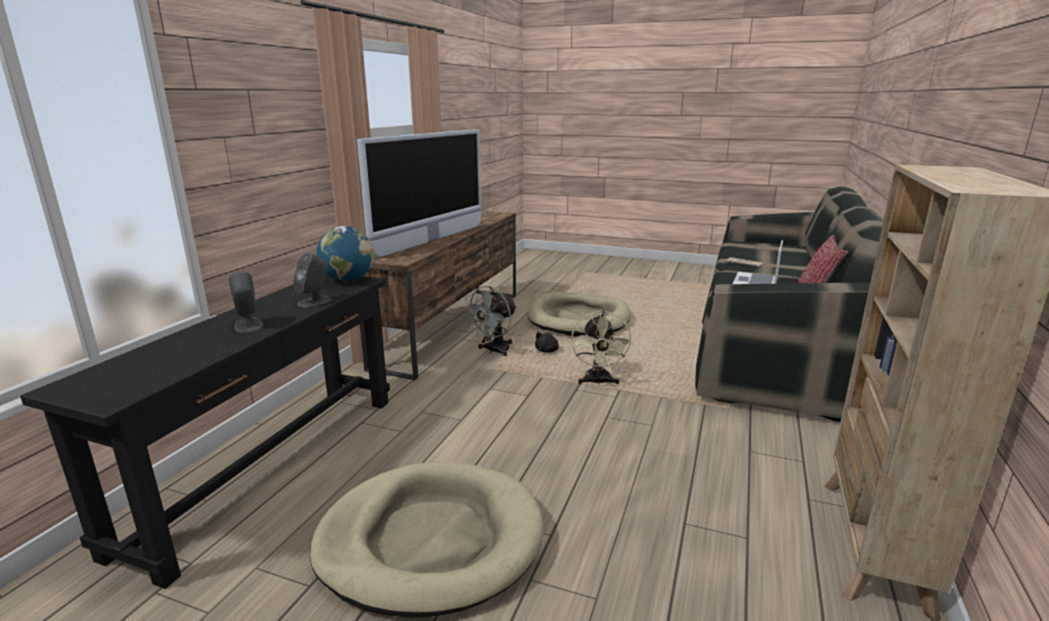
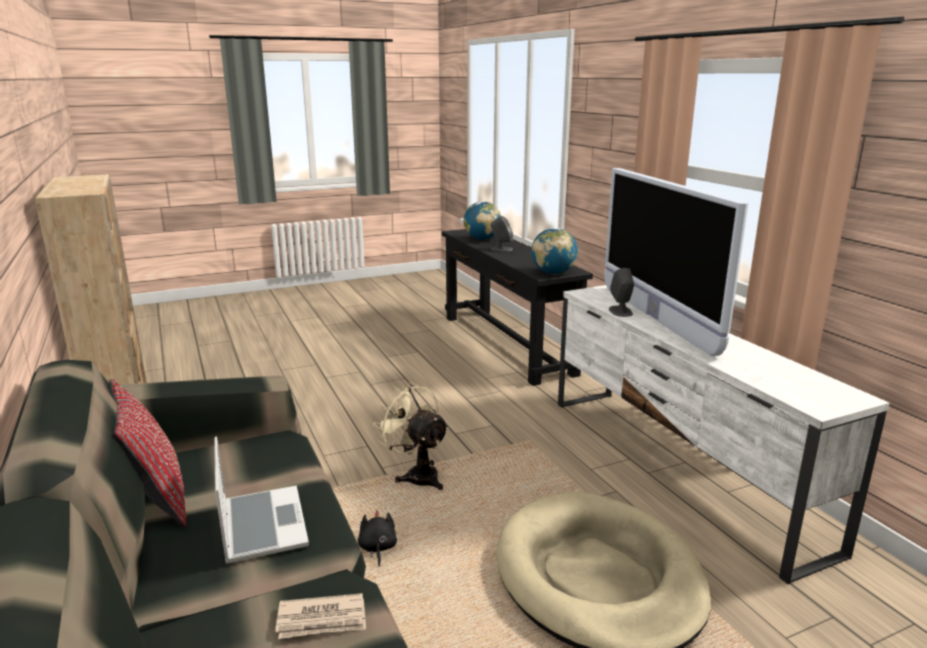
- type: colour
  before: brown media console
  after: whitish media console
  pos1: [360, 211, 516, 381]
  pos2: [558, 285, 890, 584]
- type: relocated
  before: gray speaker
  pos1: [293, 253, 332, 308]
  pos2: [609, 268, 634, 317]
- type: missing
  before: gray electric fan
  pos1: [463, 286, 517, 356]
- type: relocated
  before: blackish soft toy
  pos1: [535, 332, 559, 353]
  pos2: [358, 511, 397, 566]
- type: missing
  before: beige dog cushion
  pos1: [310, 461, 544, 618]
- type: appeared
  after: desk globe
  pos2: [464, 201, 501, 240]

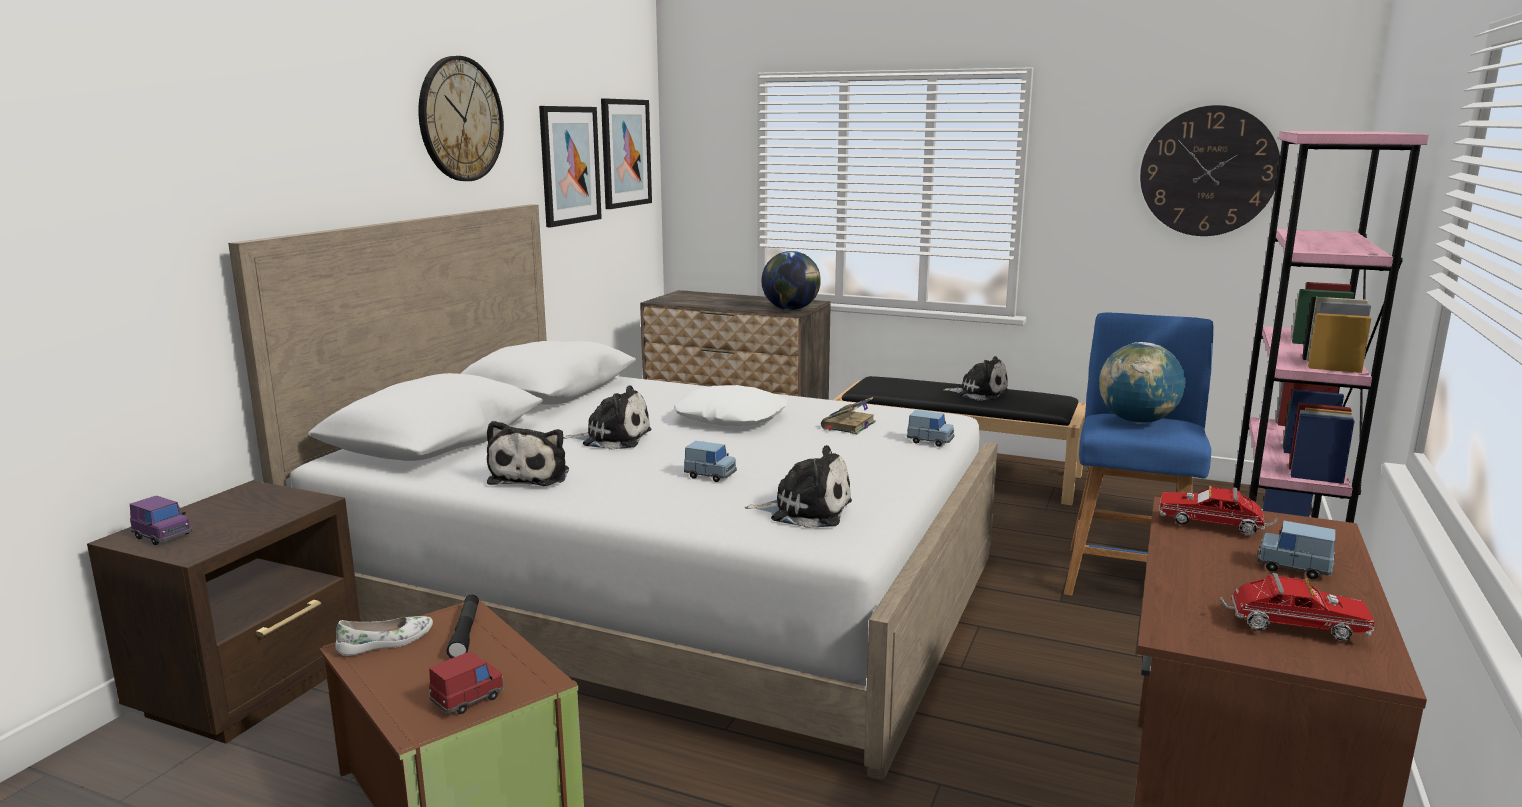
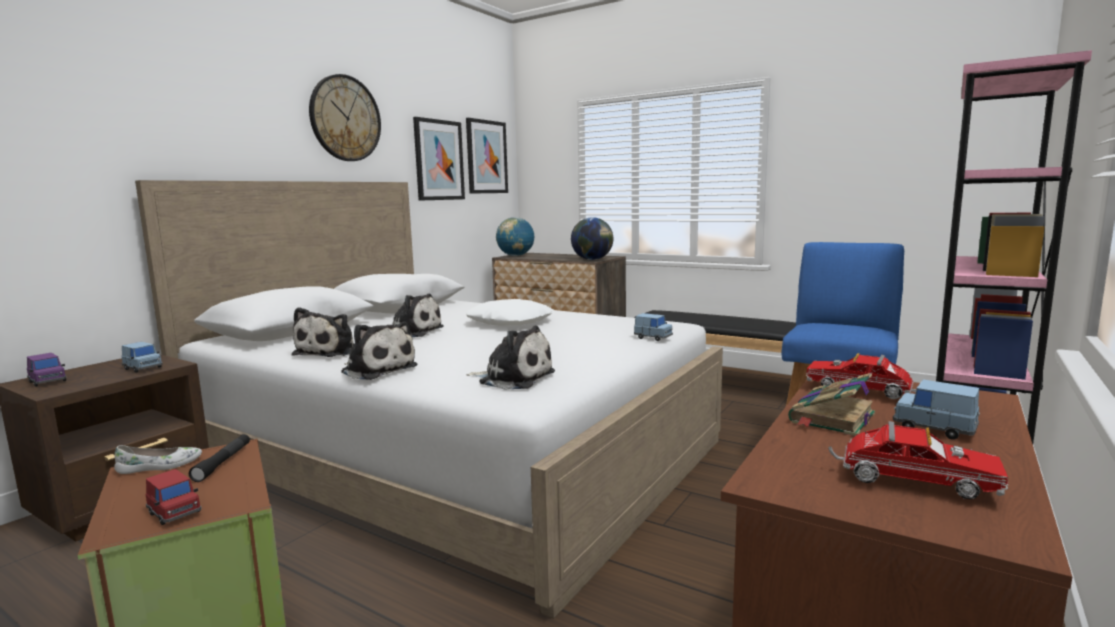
- type: missing
  before: clock on the wall
  pos1: [1140, 105, 1280, 236]
- type: relocated
  before: desk globe
  pos1: [1099, 342, 1185, 424]
  pos2: [496, 217, 534, 256]
- type: relocated
  before: soft toy
  pos1: [943, 356, 1009, 400]
  pos2: [341, 321, 417, 380]
- type: relocated
  before: book
  pos1: [821, 397, 876, 434]
  pos2: [788, 373, 875, 436]
- type: relocated
  before: bluish miniature car
  pos1: [684, 441, 737, 482]
  pos2: [122, 342, 163, 373]
- type: spun
  before: red miniature car
  pos1: [429, 651, 504, 714]
  pos2: [146, 469, 202, 525]
  turn: 75

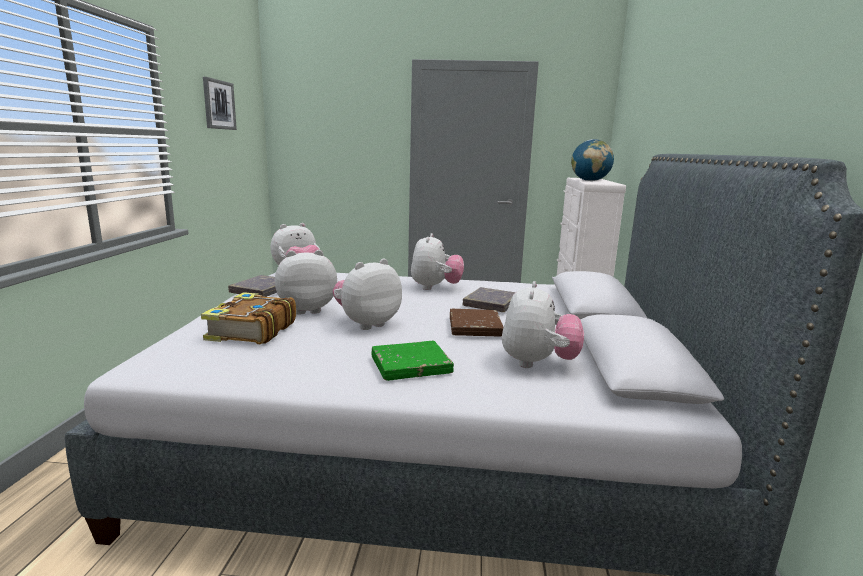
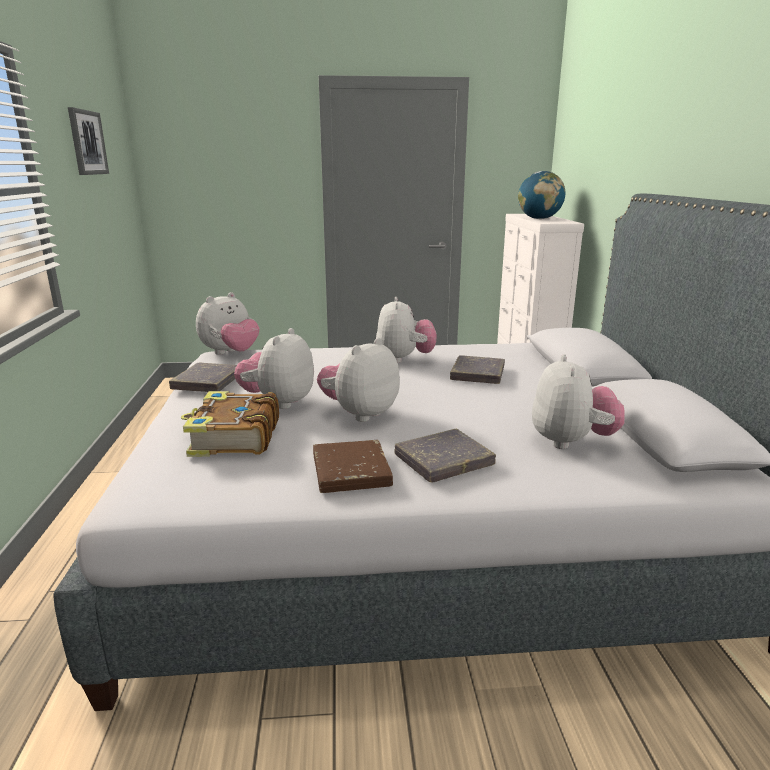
- type: spun
  before: soft toy
  pos1: [275, 250, 337, 315]
  pos2: [234, 328, 314, 409]
  turn: -45
- type: relocated
  before: brown book
  pos1: [450, 309, 503, 337]
  pos2: [313, 440, 393, 493]
- type: colour
  before: greenish book
  after: gray book
  pos1: [371, 341, 454, 381]
  pos2: [395, 429, 496, 482]

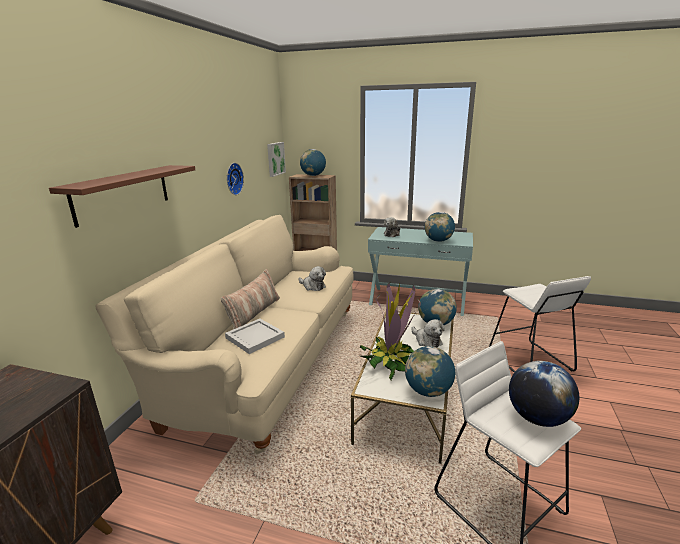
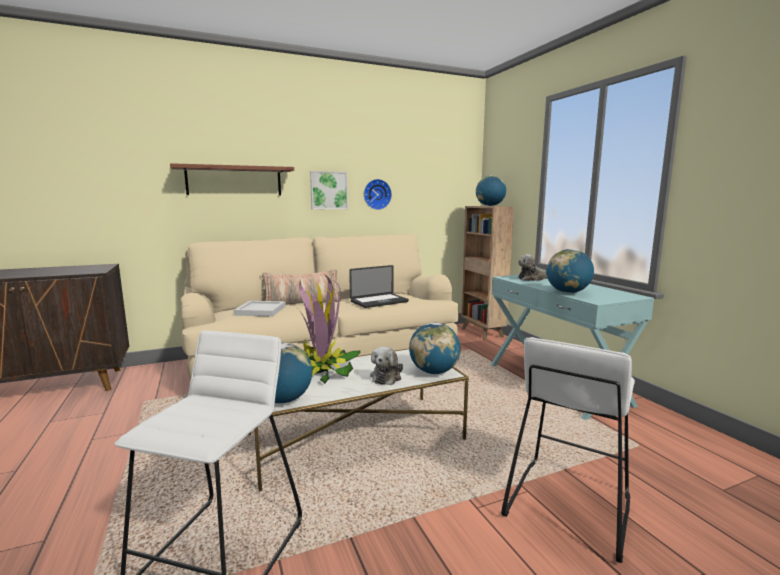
- type: relocated
  before: wall picture
  pos1: [267, 142, 286, 177]
  pos2: [310, 171, 348, 209]
- type: exchanged
  before: soft toy
  after: notebook computer
  pos1: [298, 266, 326, 291]
  pos2: [349, 265, 409, 308]
- type: missing
  before: desk globe
  pos1: [509, 361, 579, 427]

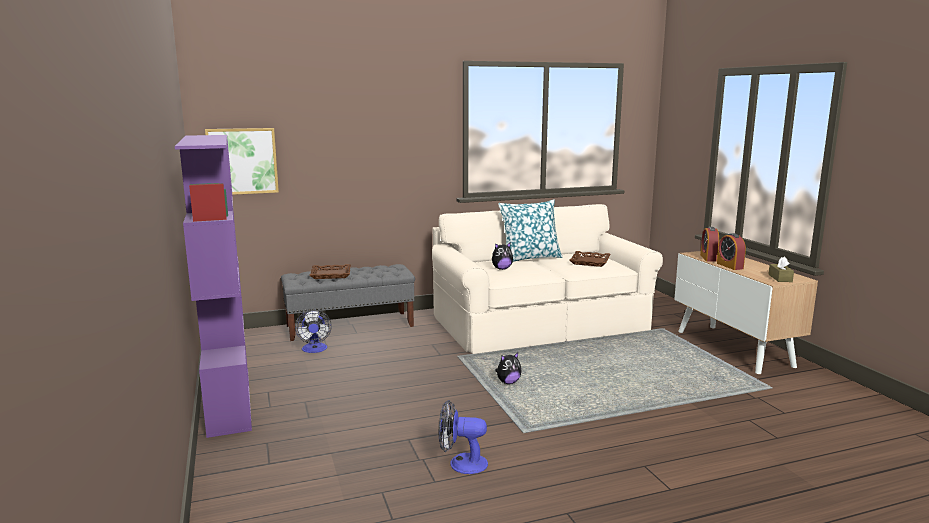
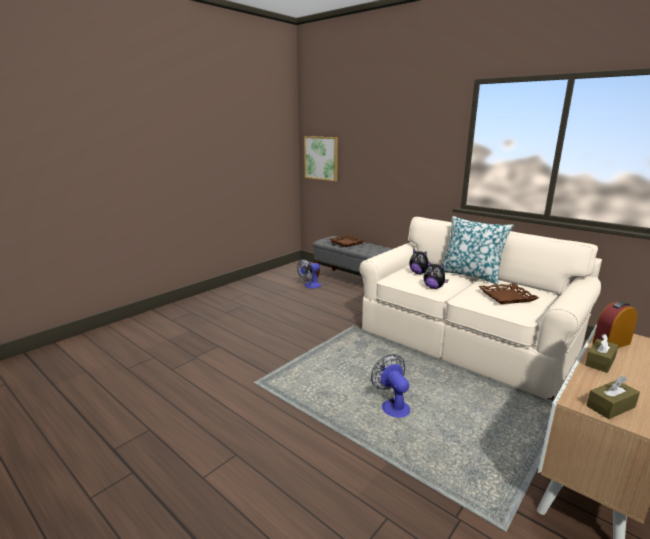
- type: missing
  before: purple-coloured shelving unit
  pos1: [175, 135, 252, 438]
- type: exchanged
  before: bedside clock
  after: brown tissue holder
  pos1: [717, 233, 746, 270]
  pos2: [585, 334, 619, 373]
- type: relocated
  before: soft toy
  pos1: [495, 353, 522, 384]
  pos2: [423, 262, 448, 289]
- type: relocated
  before: electric fan
  pos1: [439, 400, 488, 474]
  pos2: [371, 354, 410, 418]

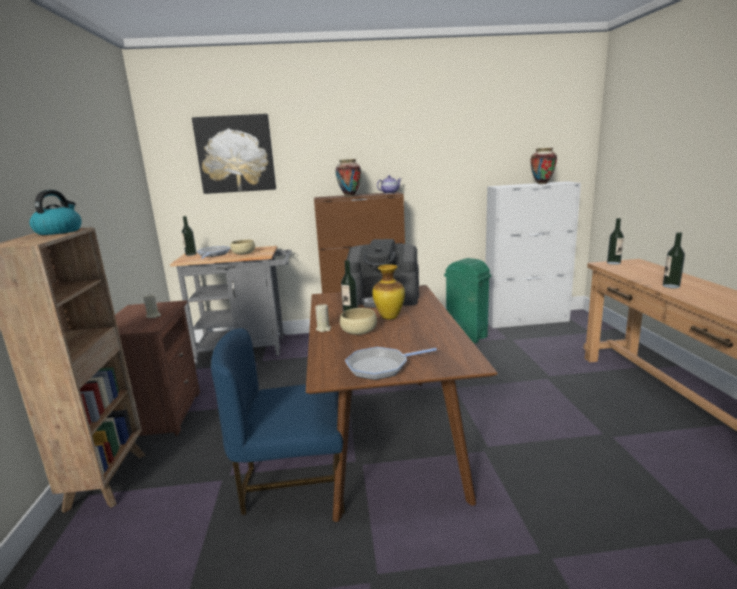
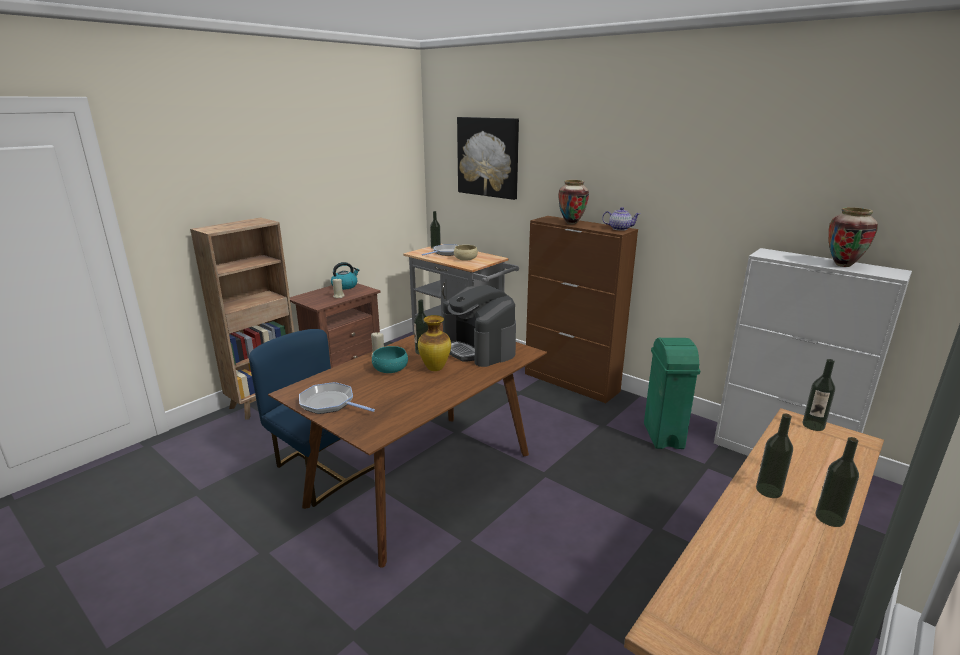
- type: relocated
  before: kettle
  pos1: [29, 190, 82, 235]
  pos2: [331, 262, 359, 290]
- type: colour
  before: beige deep dish
  after: blue-green deep dish
  pos1: [340, 308, 377, 335]
  pos2: [372, 346, 408, 373]
- type: appeared
  after: bottle
  pos2: [816, 437, 859, 527]

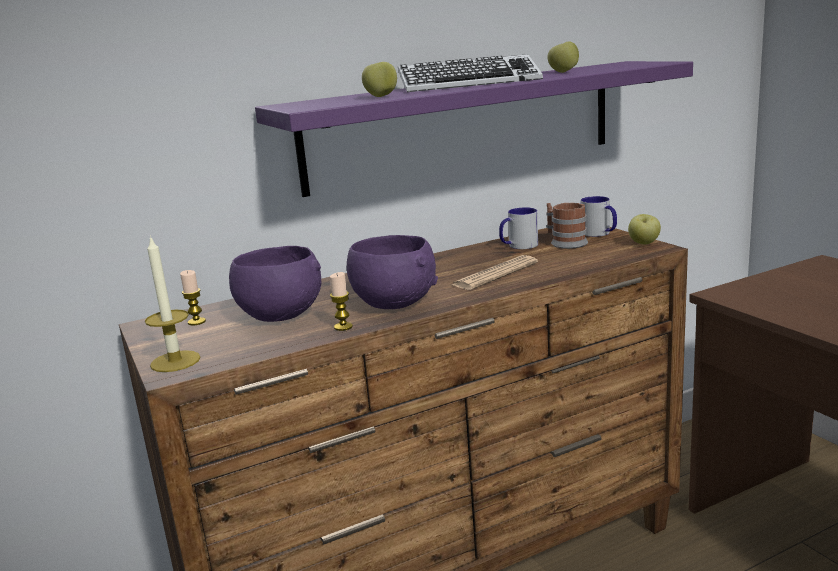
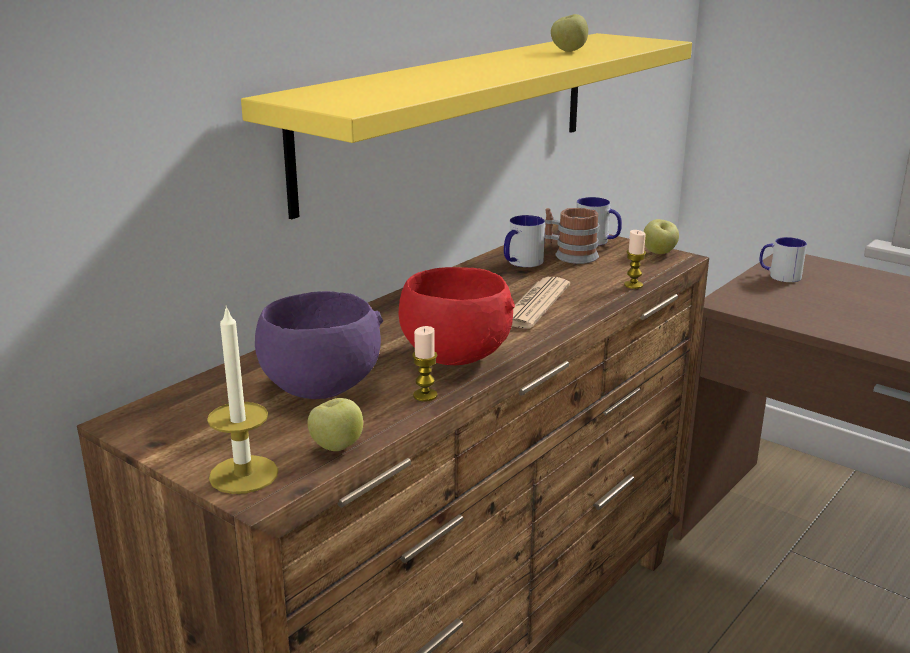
- type: missing
  before: keyboard
  pos1: [398, 54, 543, 92]
- type: colour
  before: purple-coloured shelf
  after: yellow-coloured shelf
  pos1: [255, 61, 693, 197]
  pos2: [241, 33, 692, 219]
- type: relocated
  before: apple
  pos1: [362, 62, 397, 97]
  pos2: [308, 398, 363, 451]
- type: colour
  before: purple-coloured deep dish
  after: red deep dish
  pos1: [347, 235, 438, 309]
  pos2: [399, 267, 515, 365]
- type: relocated
  before: wax candle
  pos1: [180, 270, 206, 325]
  pos2: [624, 230, 646, 289]
- type: appeared
  after: mug
  pos2: [759, 237, 807, 282]

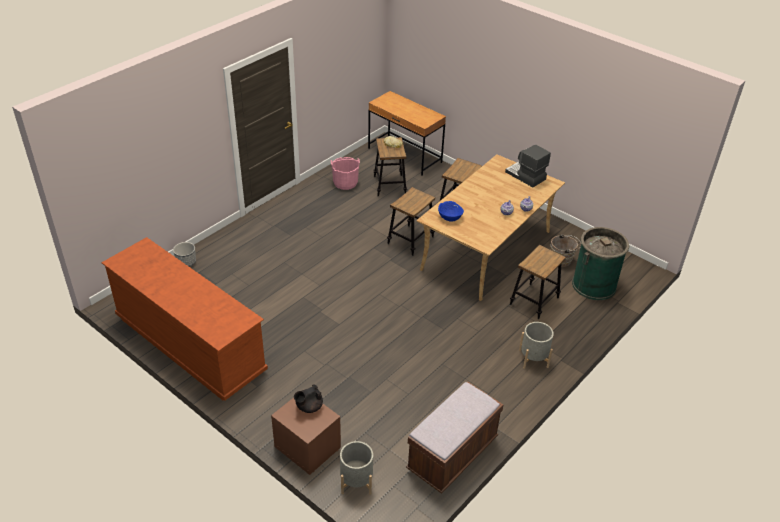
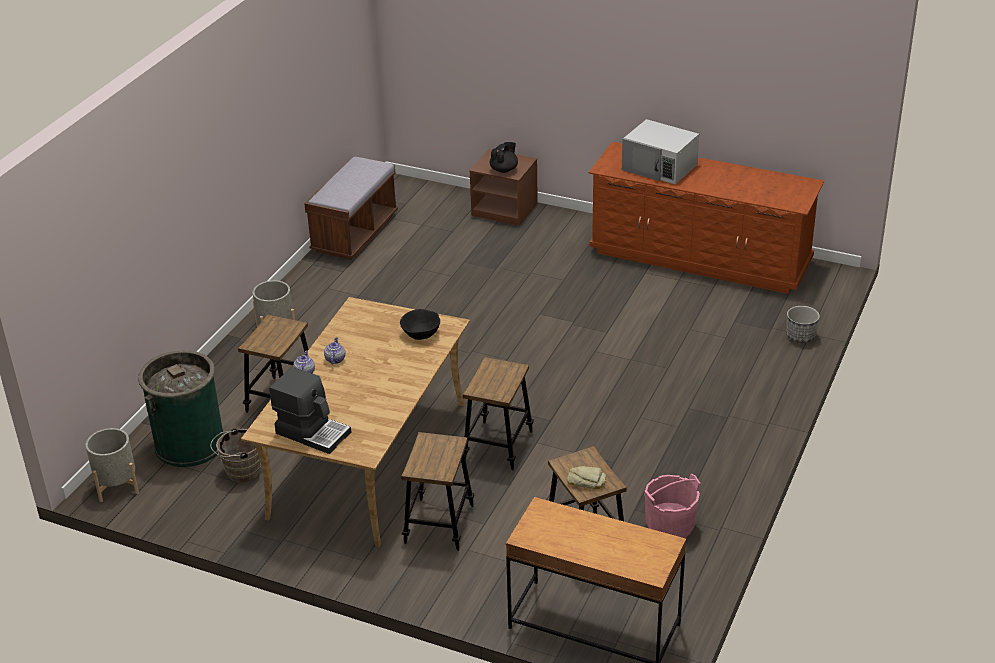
- type: colour
  before: bluish deep dish
  after: blackish deep dish
  pos1: [438, 201, 464, 222]
  pos2: [400, 309, 440, 340]
- type: relocated
  before: gray plant pot
  pos1: [340, 441, 373, 495]
  pos2: [86, 428, 139, 502]
- type: appeared
  after: whitish microwave
  pos2: [622, 119, 699, 185]

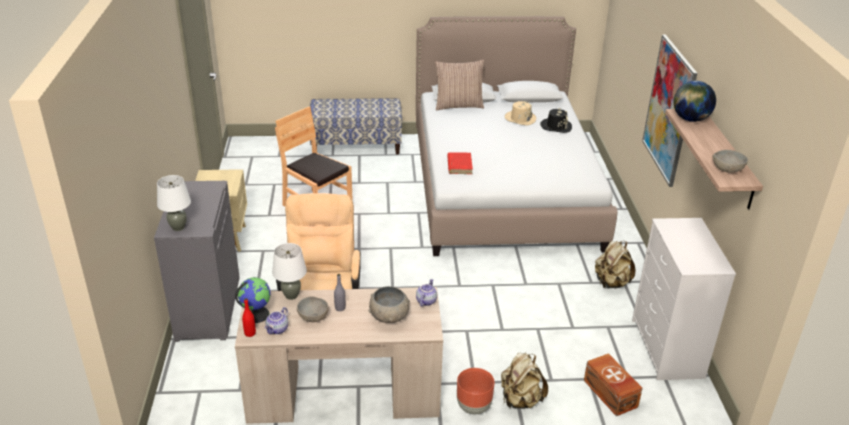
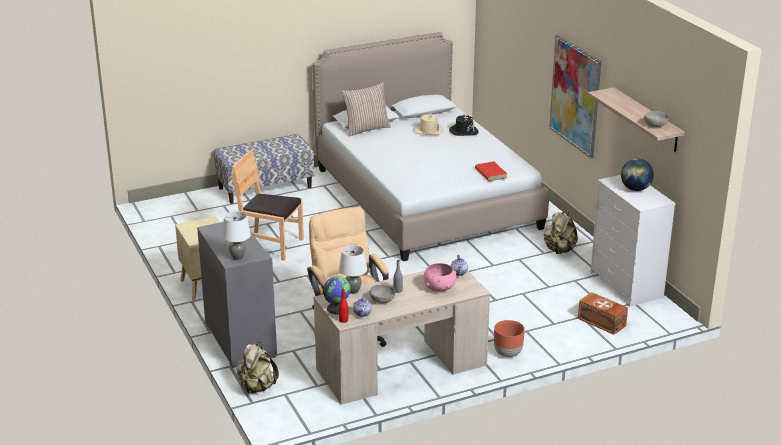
- type: relocated
  before: desk globe
  pos1: [673, 81, 716, 122]
  pos2: [621, 159, 654, 191]
- type: relocated
  before: red book
  pos1: [447, 152, 473, 174]
  pos2: [475, 161, 507, 181]
- type: colour
  before: gray deep dish
  after: pink deep dish
  pos1: [368, 286, 410, 323]
  pos2: [424, 263, 456, 292]
- type: relocated
  before: beige knapsack
  pos1: [501, 353, 548, 409]
  pos2: [236, 342, 279, 394]

